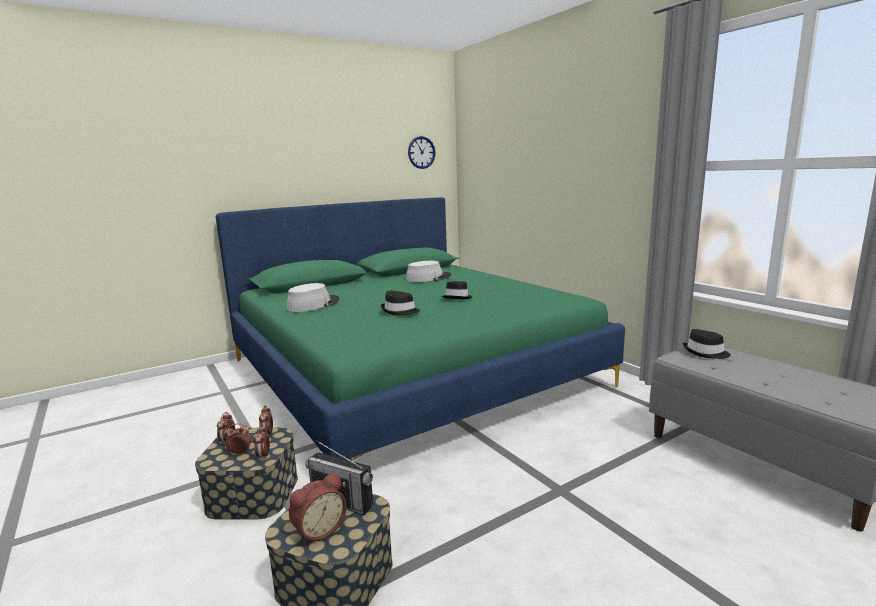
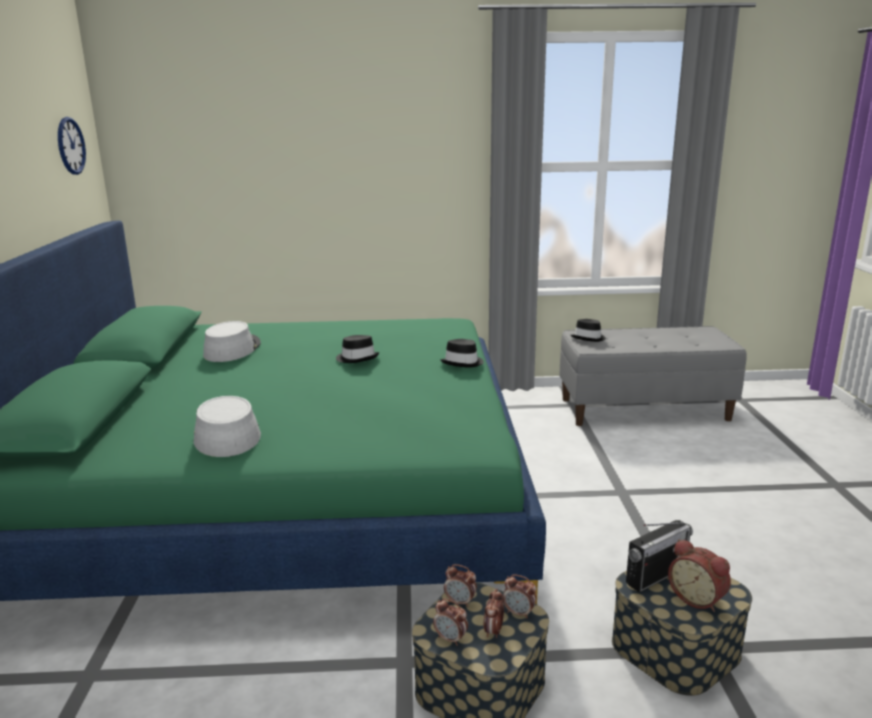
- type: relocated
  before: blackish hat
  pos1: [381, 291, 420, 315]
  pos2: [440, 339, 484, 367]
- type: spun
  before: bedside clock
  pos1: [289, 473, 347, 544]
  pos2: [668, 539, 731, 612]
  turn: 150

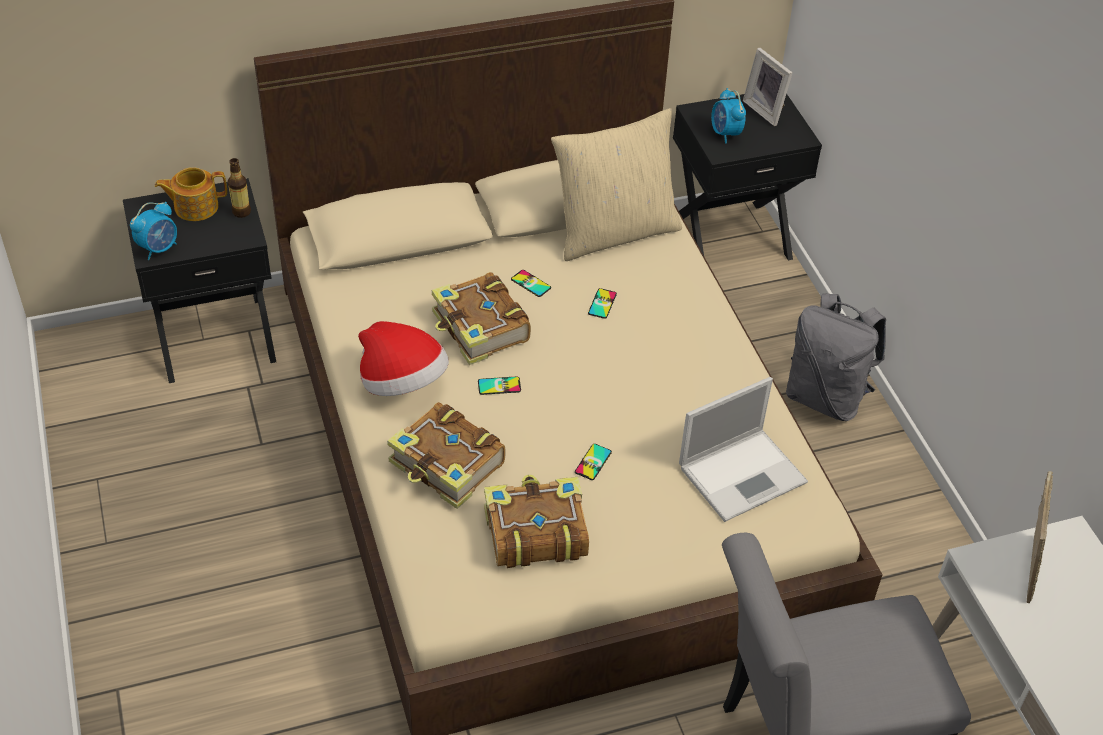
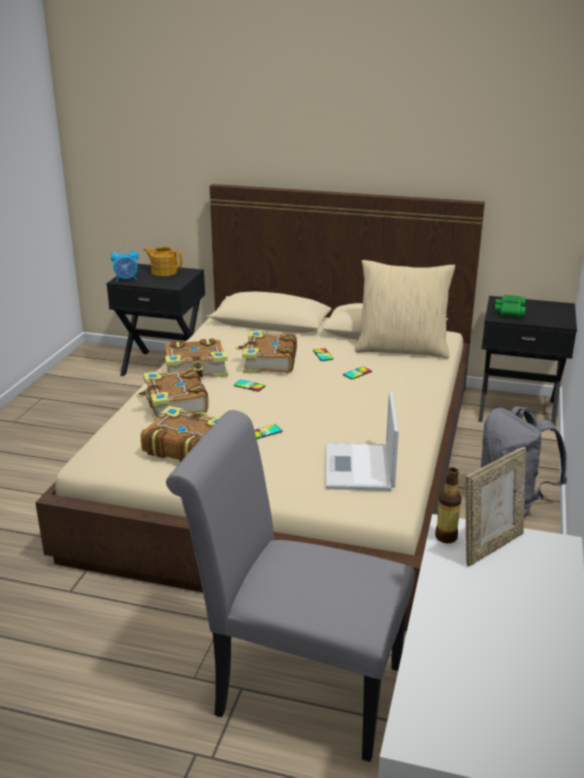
- type: missing
  before: photo frame
  pos1: [743, 48, 793, 126]
- type: exchanged
  before: bedside clock
  after: greenish pair of binoculars
  pos1: [711, 88, 746, 144]
  pos2: [495, 294, 526, 317]
- type: relocated
  before: bottle
  pos1: [228, 158, 251, 218]
  pos2: [435, 468, 462, 543]
- type: exchanged
  before: hat
  after: book
  pos1: [358, 321, 449, 396]
  pos2: [165, 338, 228, 377]
- type: spun
  before: notebook computer
  pos1: [679, 377, 808, 522]
  pos2: [326, 391, 399, 491]
  turn: 90

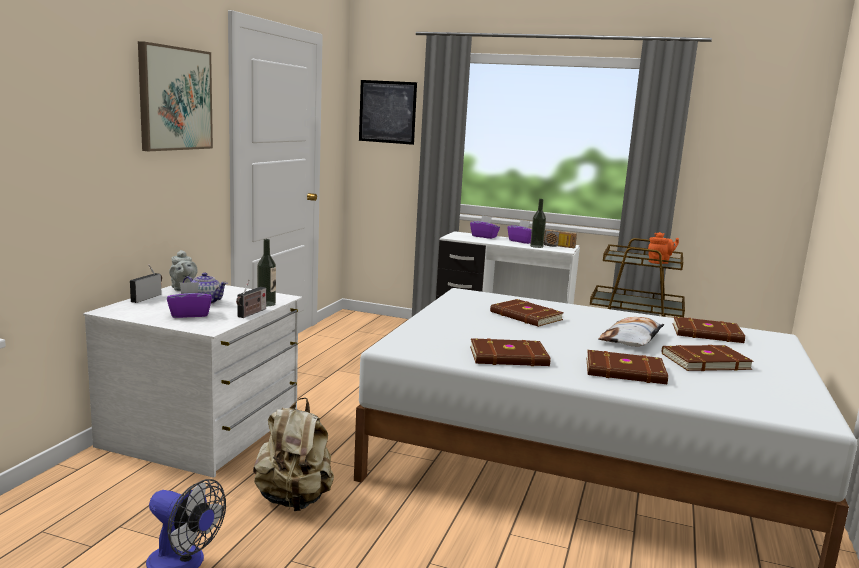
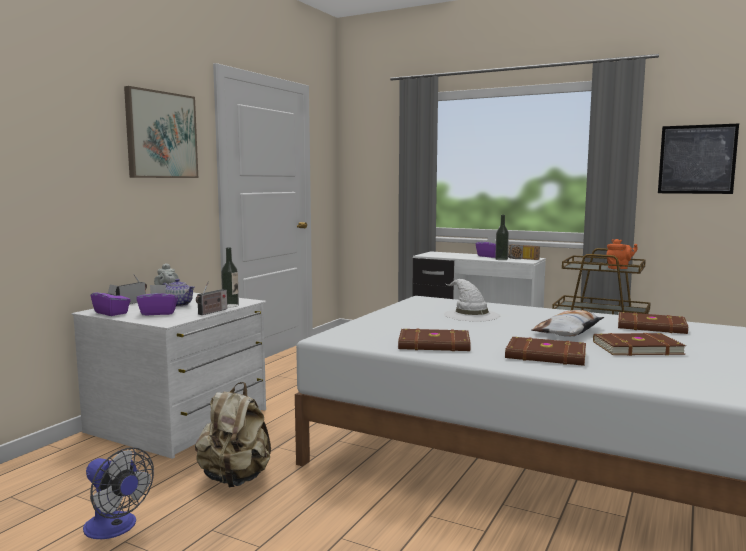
- type: relocated
  before: wall picture
  pos1: [359, 80, 417, 145]
  pos2: [658, 124, 739, 194]
- type: relocated
  before: purple-coloured tissue holder
  pos1: [470, 215, 500, 239]
  pos2: [91, 284, 131, 316]
- type: exchanged
  before: brown book
  after: whitish hat
  pos1: [490, 299, 564, 327]
  pos2: [444, 279, 500, 322]

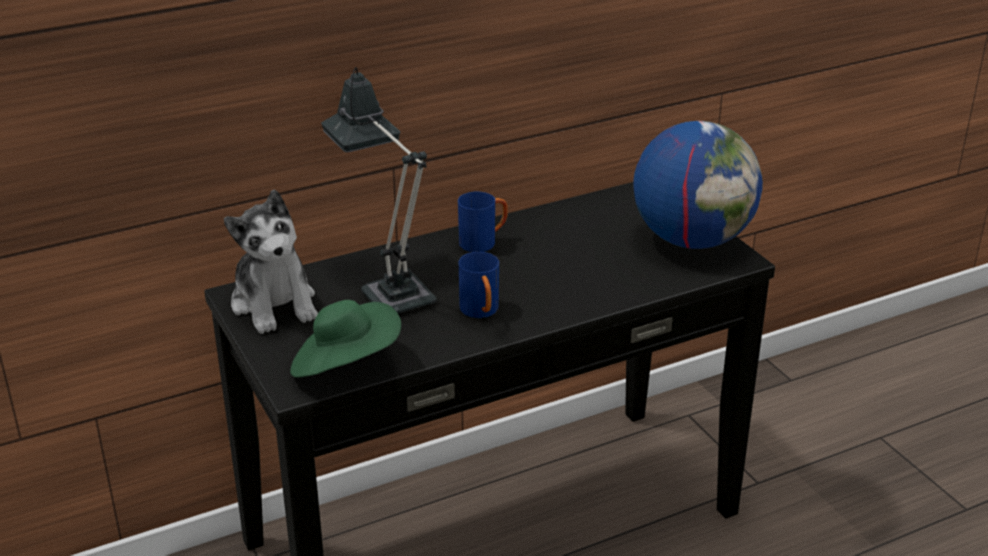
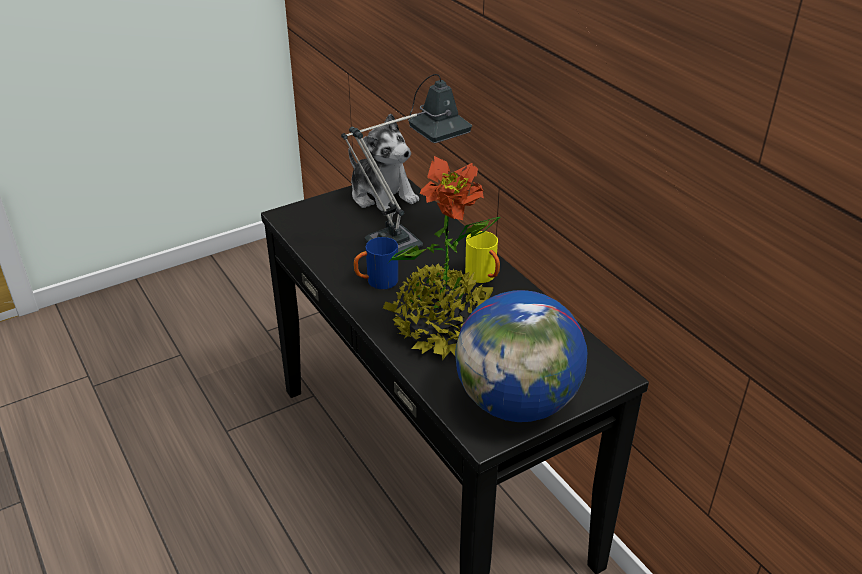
- type: spun
  before: soft toy
  pos1: [224, 189, 318, 334]
  pos2: [348, 113, 419, 216]
  turn: -105
- type: colour
  before: bluish mug
  after: yellow-coloured mug
  pos1: [458, 191, 508, 252]
  pos2: [465, 231, 500, 283]
- type: missing
  before: greenish hat
  pos1: [290, 300, 401, 378]
- type: appeared
  after: houseplant
  pos2: [383, 156, 501, 360]

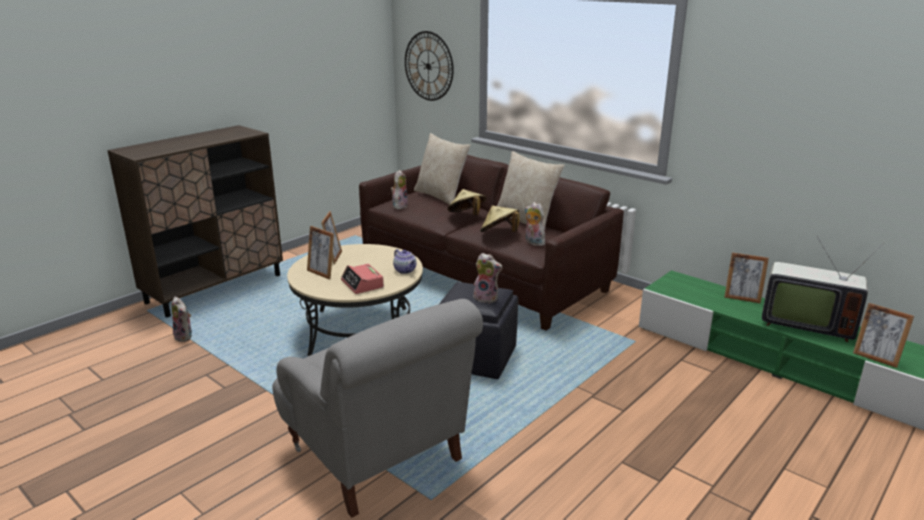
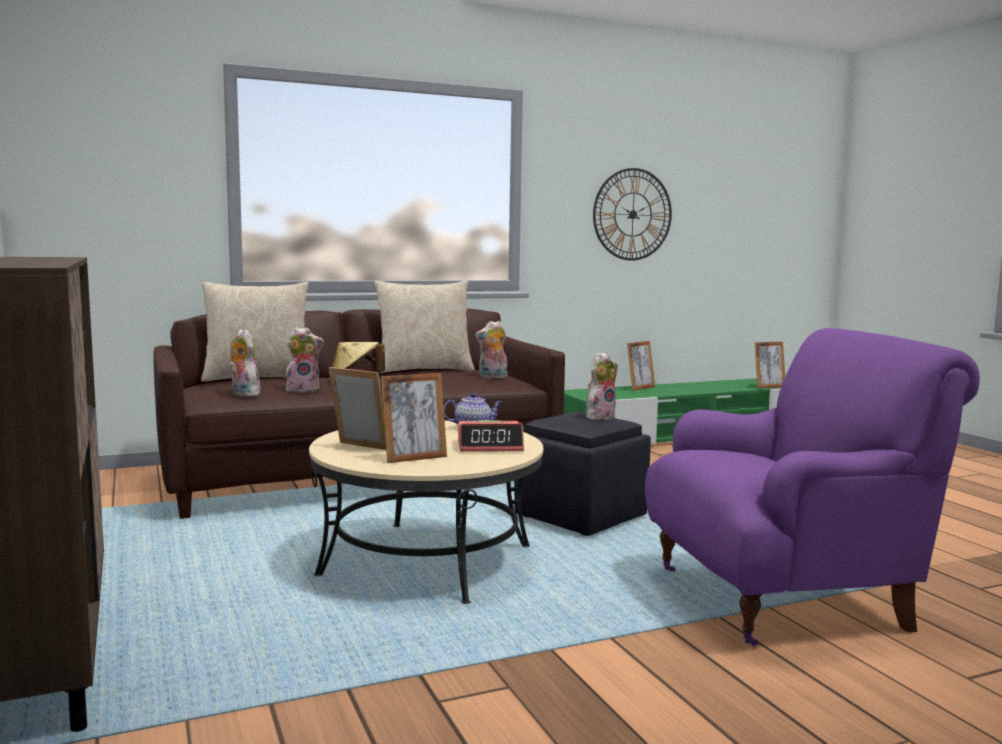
- type: relocated
  before: clock on the wall
  pos1: [405, 31, 454, 101]
  pos2: [593, 168, 672, 261]
- type: missing
  before: beige hat
  pos1: [480, 206, 520, 232]
- type: missing
  before: TV set
  pos1: [762, 236, 884, 342]
- type: relocated
  before: soft toy
  pos1: [171, 296, 192, 342]
  pos2: [286, 327, 324, 392]
- type: colour
  before: gray armchair
  after: purple-coloured armchair
  pos1: [272, 299, 483, 518]
  pos2: [645, 328, 980, 647]

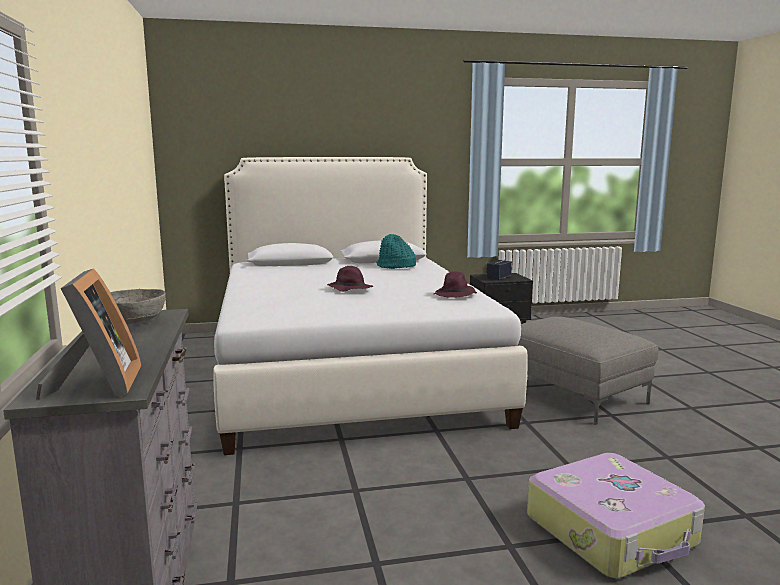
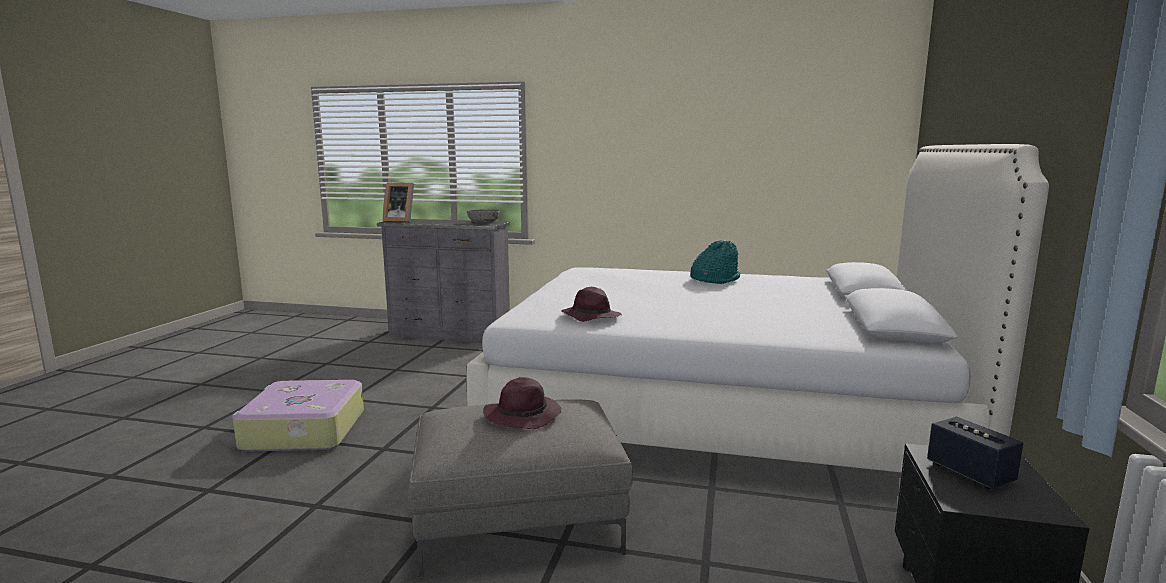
- type: relocated
  before: blue-green hat
  pos1: [376, 234, 416, 269]
  pos2: [690, 240, 740, 284]
- type: relocated
  before: purple-coloured hat
  pos1: [327, 266, 373, 292]
  pos2: [483, 377, 561, 429]

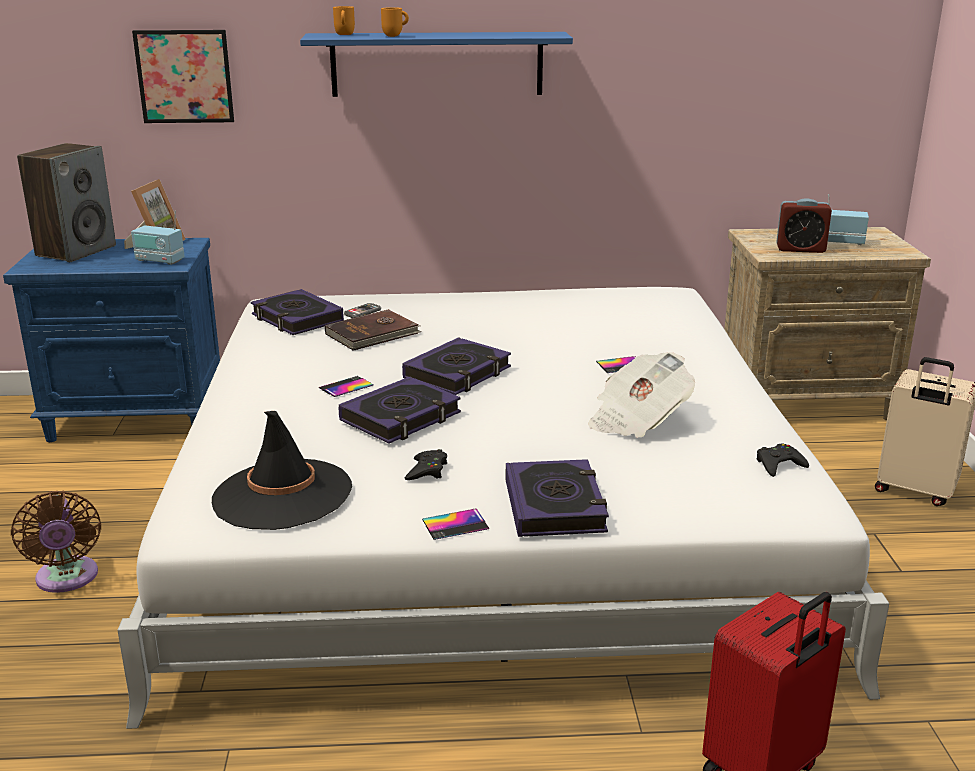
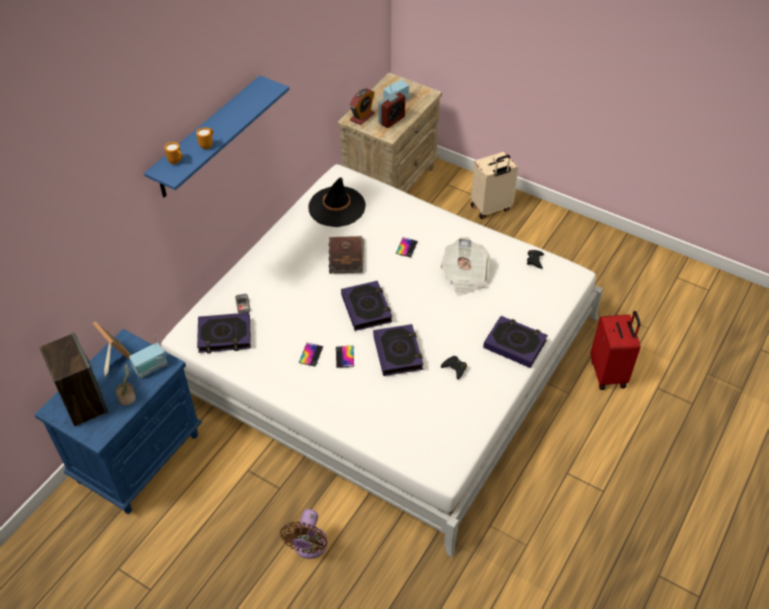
- type: missing
  before: wall picture
  pos1: [132, 30, 234, 123]
- type: relocated
  before: brown book
  pos1: [325, 309, 422, 351]
  pos2: [329, 236, 364, 274]
- type: relocated
  before: blackish hat
  pos1: [212, 411, 352, 530]
  pos2: [309, 177, 366, 227]
- type: spun
  before: brown electric fan
  pos1: [11, 490, 101, 593]
  pos2: [280, 509, 327, 559]
  turn: 90
- type: relocated
  before: handset
  pos1: [422, 509, 489, 540]
  pos2: [299, 343, 323, 367]
- type: appeared
  after: bedside clock
  pos2: [350, 89, 375, 125]
- type: appeared
  after: houseplant
  pos2: [116, 364, 136, 405]

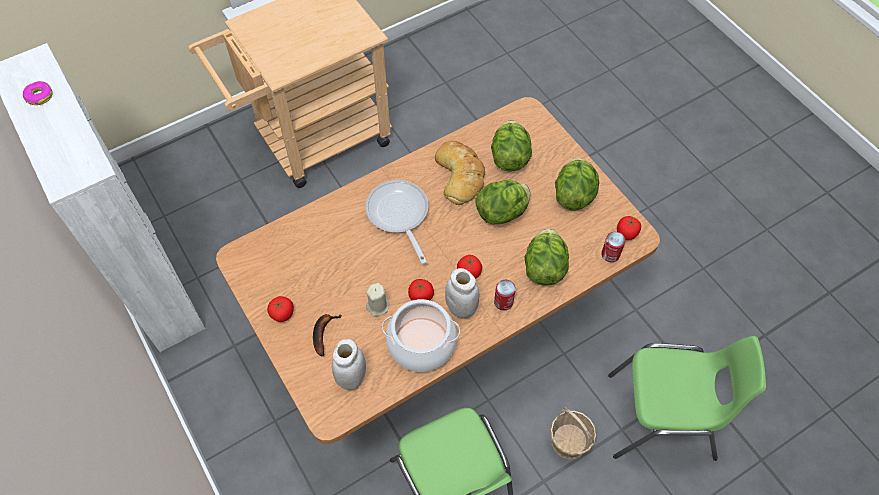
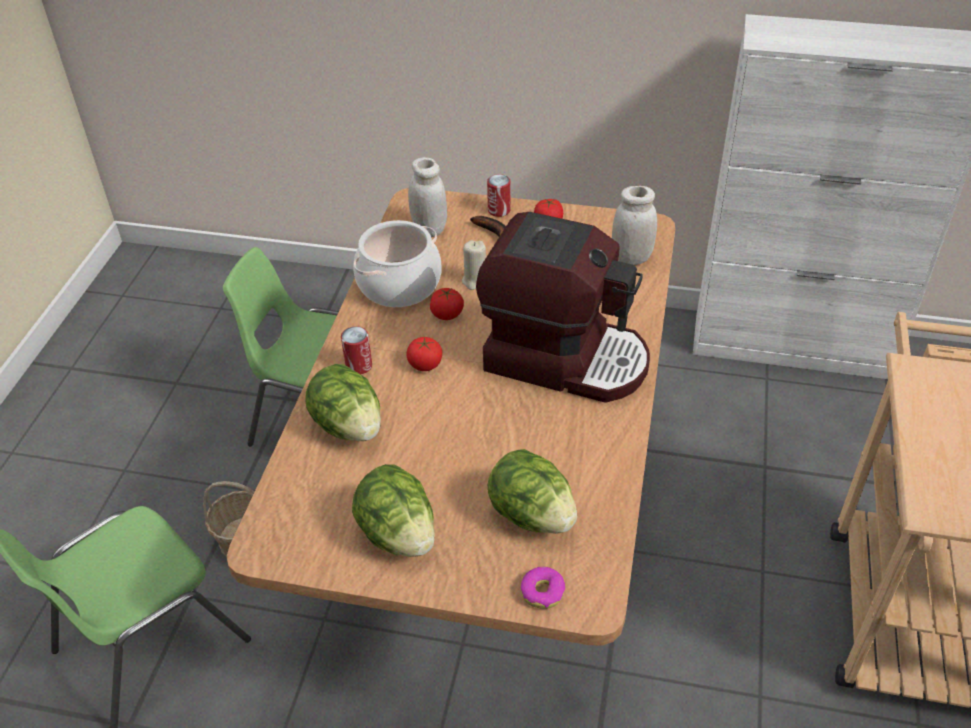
- type: relocated
  before: ring doughnut
  pos1: [23, 81, 52, 105]
  pos2: [521, 567, 565, 609]
- type: missing
  before: bread
  pos1: [435, 141, 485, 205]
- type: exchanged
  before: skillet
  after: coffee brewer
  pos1: [365, 180, 429, 264]
  pos2: [476, 212, 650, 403]
- type: missing
  before: lettuce
  pos1: [475, 180, 530, 224]
- type: missing
  before: whole tomato
  pos1: [617, 216, 641, 240]
- type: relocated
  before: can
  pos1: [601, 232, 626, 262]
  pos2: [487, 174, 511, 217]
- type: relocated
  before: whitish preserve jar
  pos1: [445, 268, 479, 319]
  pos2: [612, 186, 657, 265]

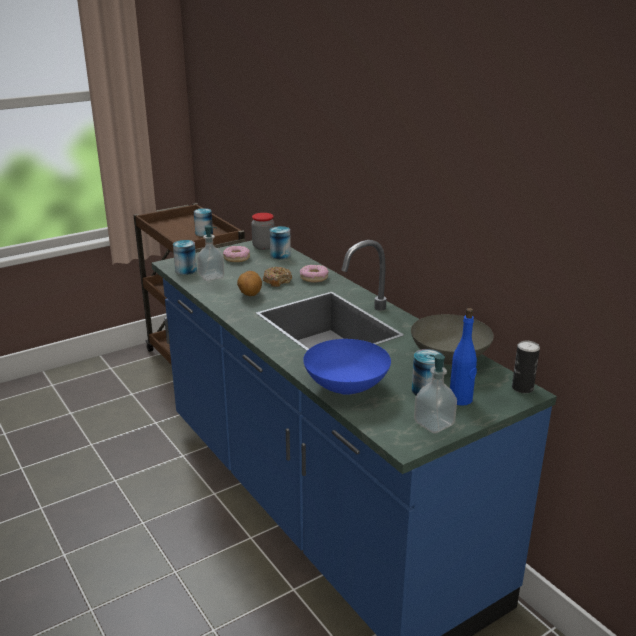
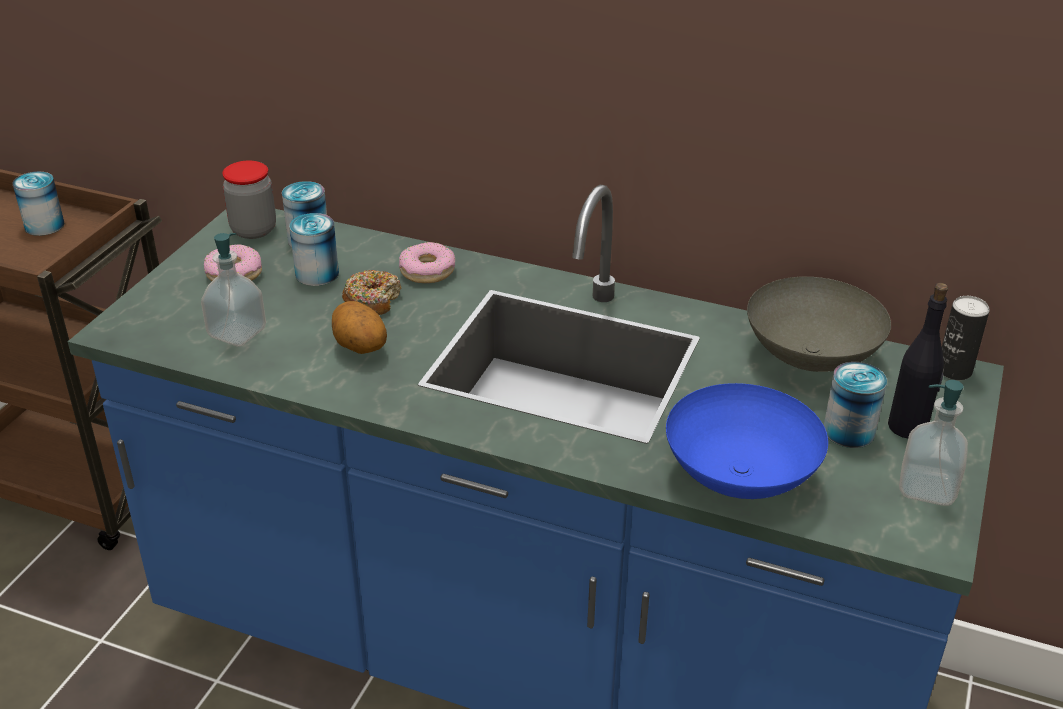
- type: relocated
  before: can
  pos1: [173, 240, 197, 275]
  pos2: [289, 213, 339, 286]
- type: colour
  before: bluish bottle
  after: blackish bottle
  pos1: [450, 308, 477, 406]
  pos2: [888, 283, 948, 438]

